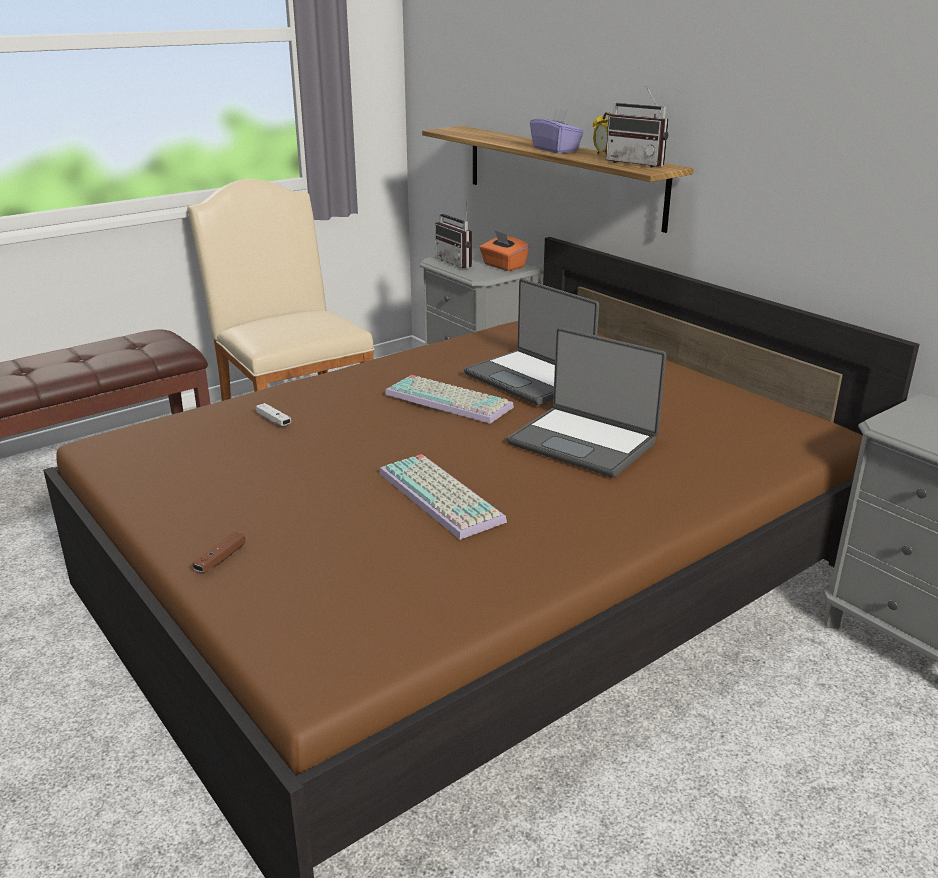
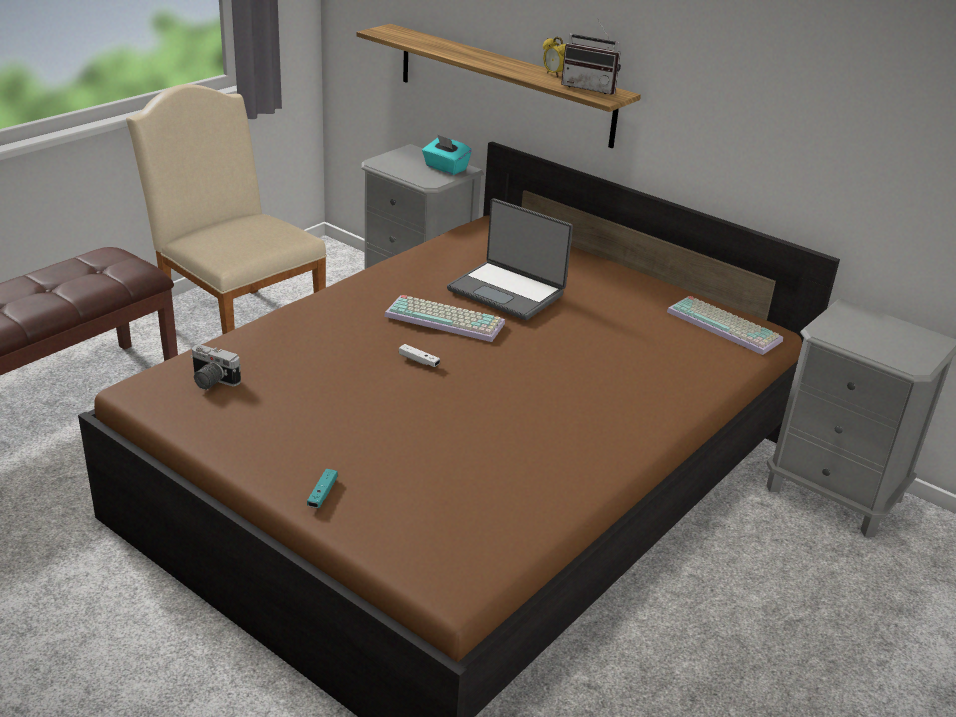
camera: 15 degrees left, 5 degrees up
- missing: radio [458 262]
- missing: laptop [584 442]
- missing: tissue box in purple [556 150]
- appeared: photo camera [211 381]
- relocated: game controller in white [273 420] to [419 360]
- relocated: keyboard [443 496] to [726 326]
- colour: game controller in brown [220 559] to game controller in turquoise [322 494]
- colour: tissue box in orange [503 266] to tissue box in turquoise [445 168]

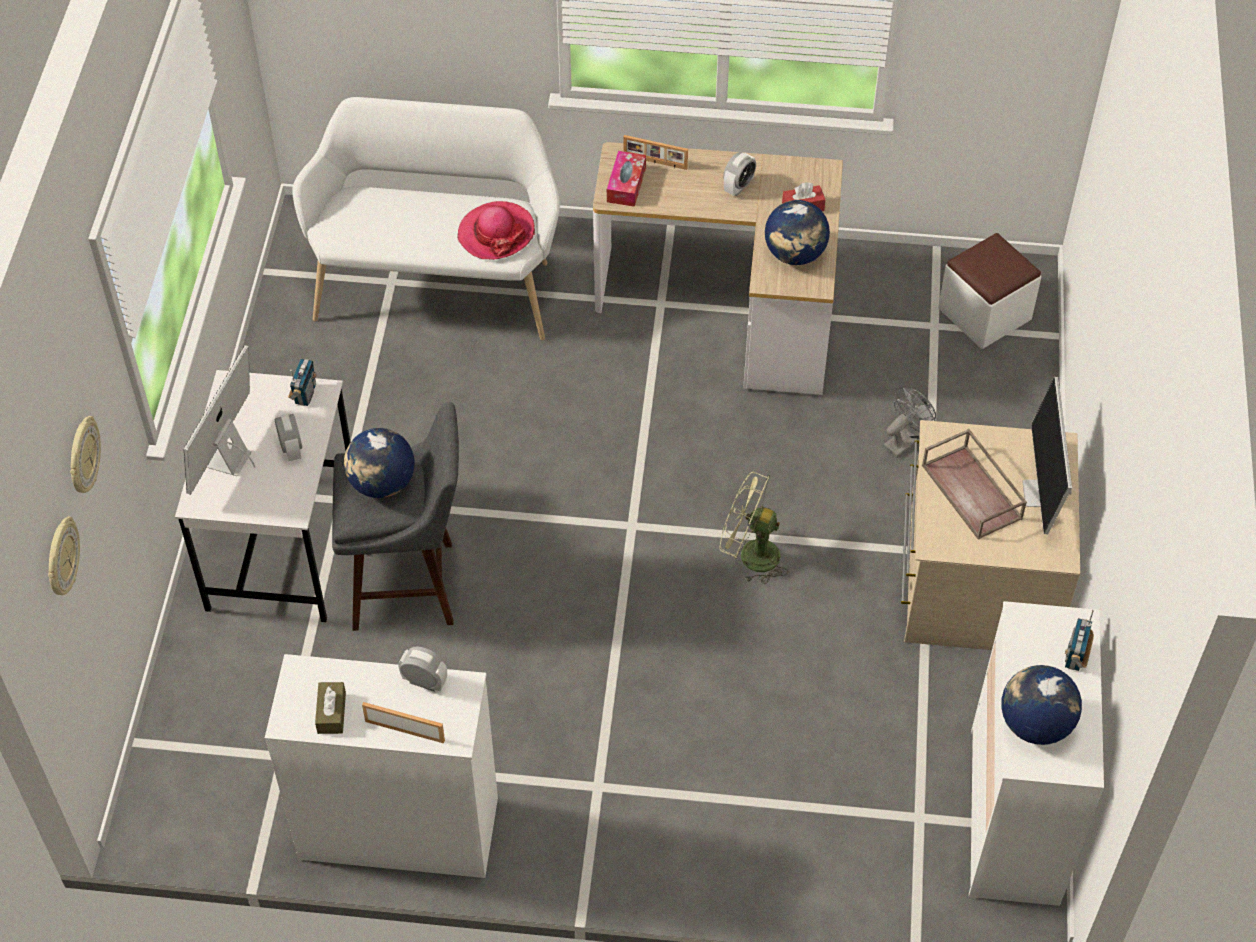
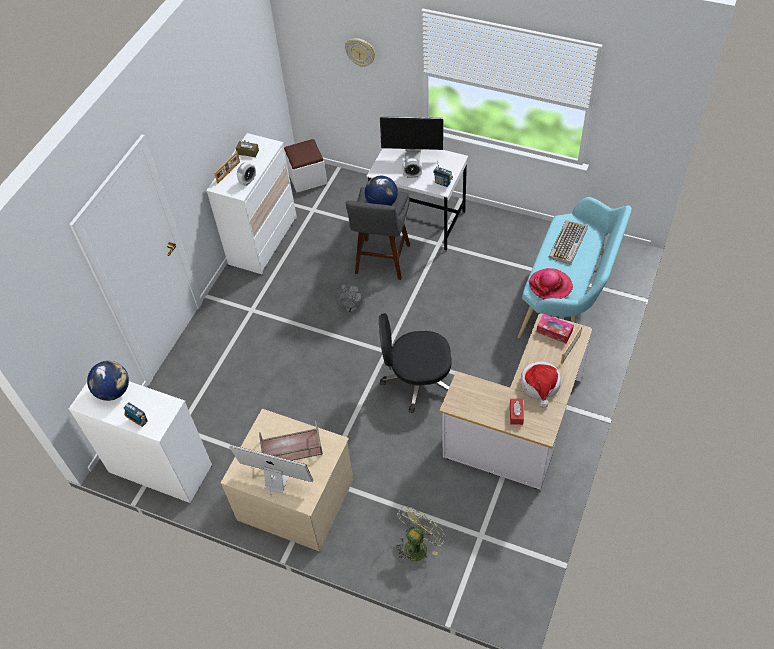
camera: 110 degrees right, 0 degrees up
- missing: wall clock [61 558]
- missing: globe [795 254]
- appeared: office chair in black [417 381]
- appeared: keyboard [568 243]
- relocated: fan in green [750 555] to [418 545]
- relocated: fan in grey [905 440] to [351 308]
- relocated: ottoman in white [984 314] to [307 178]
- exchanged: alarm clock [738 187] to hat [540 385]
- colour: bench in white [438 284] to bench in turquoise [568 299]
- spun: monitor [228 460] = [413 155] 150 degrees clockwise

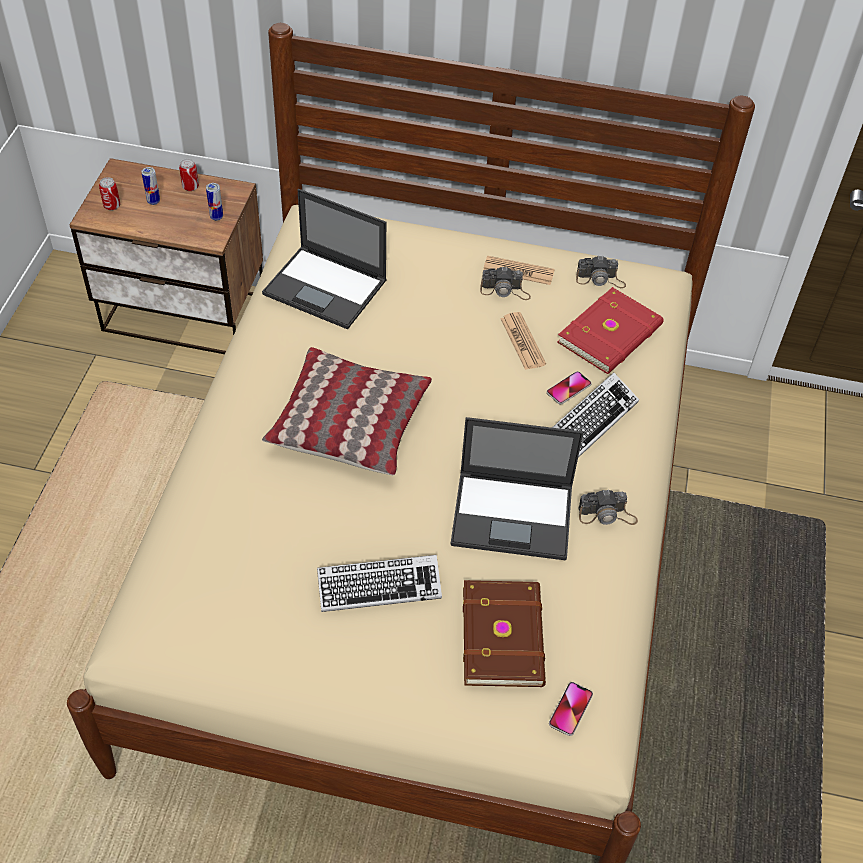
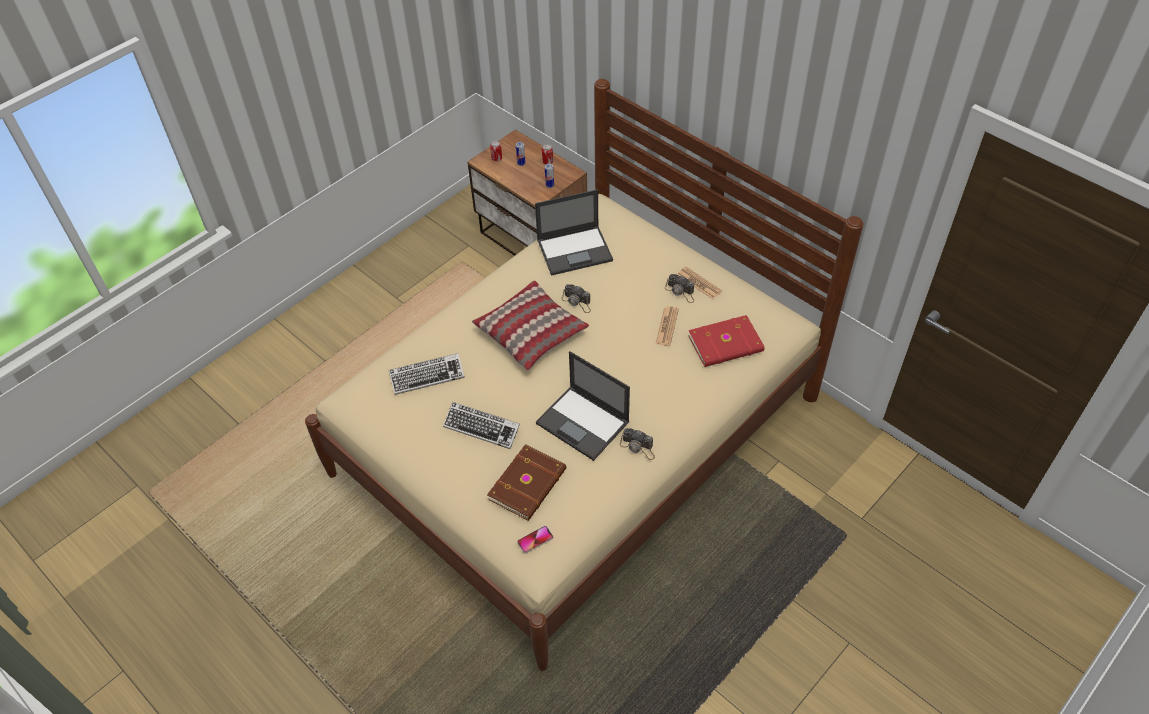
camera: 35 degrees right, 0 degrees up
- missing: phone [568 388]
- relocated: keyboard [591 421] to [427 376]
- relocated: photo camera [600 279] to [577 302]
- spun: laptop [326 288] = [575 250] 75 degrees counterclockwise

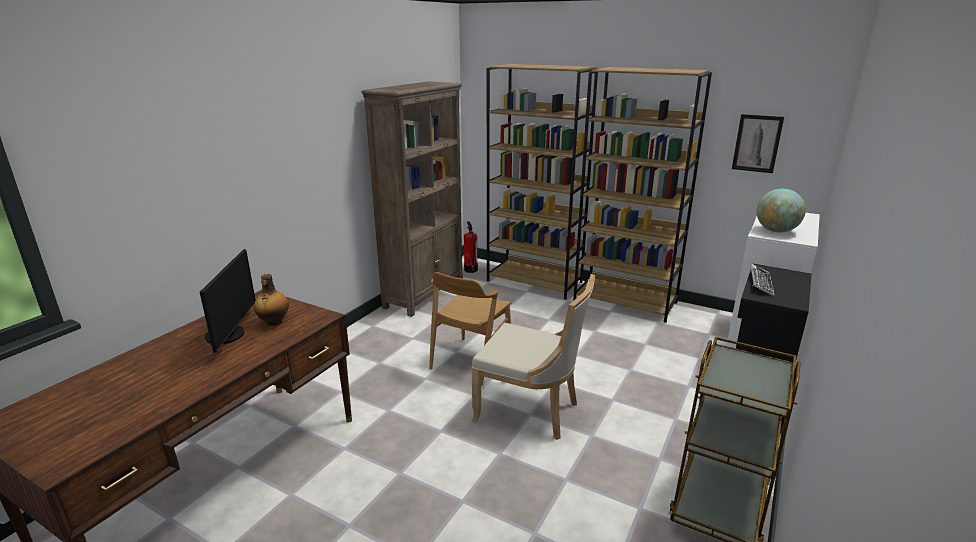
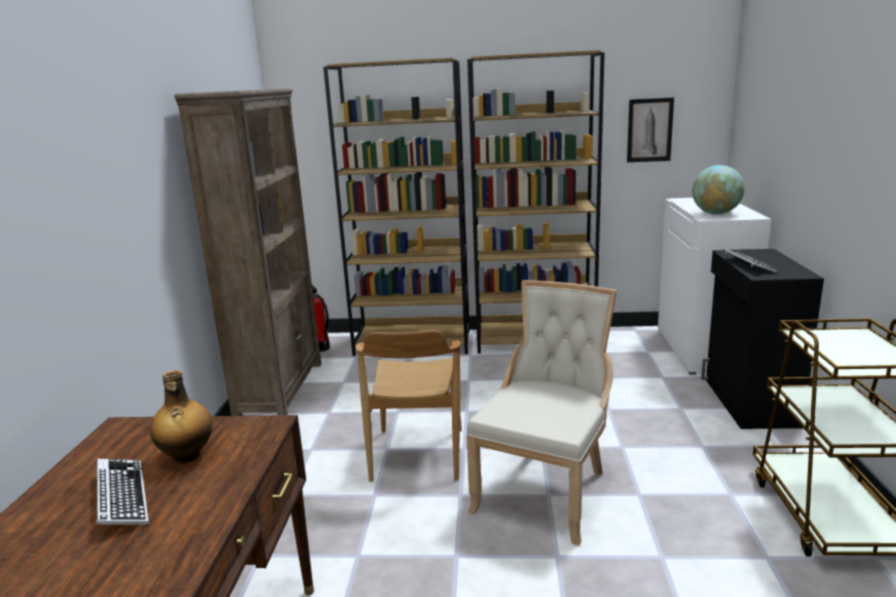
camera: 25 degrees left, 5 degrees down
- exchanged: monitor [229 335] to keyboard [122 498]
- spun: chair in beige [531 411] = [546 490] 60 degrees counterclockwise

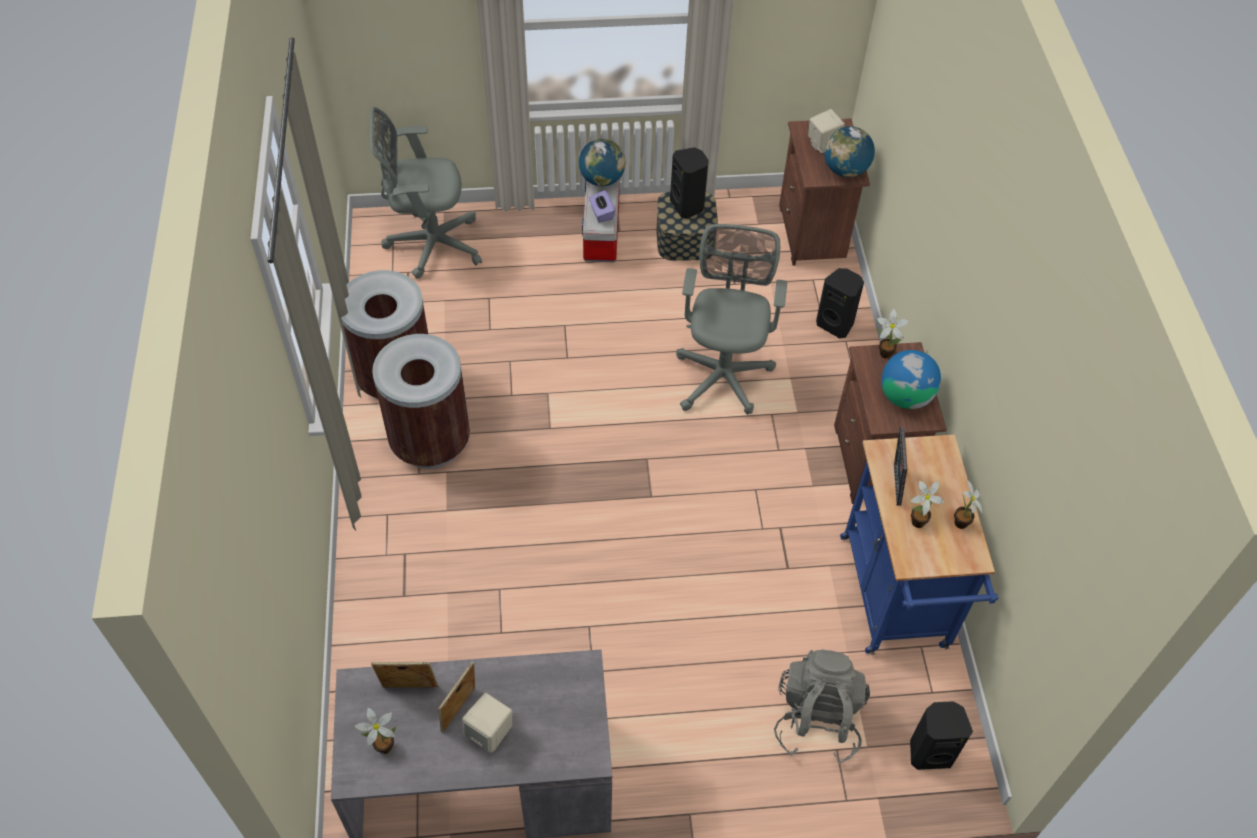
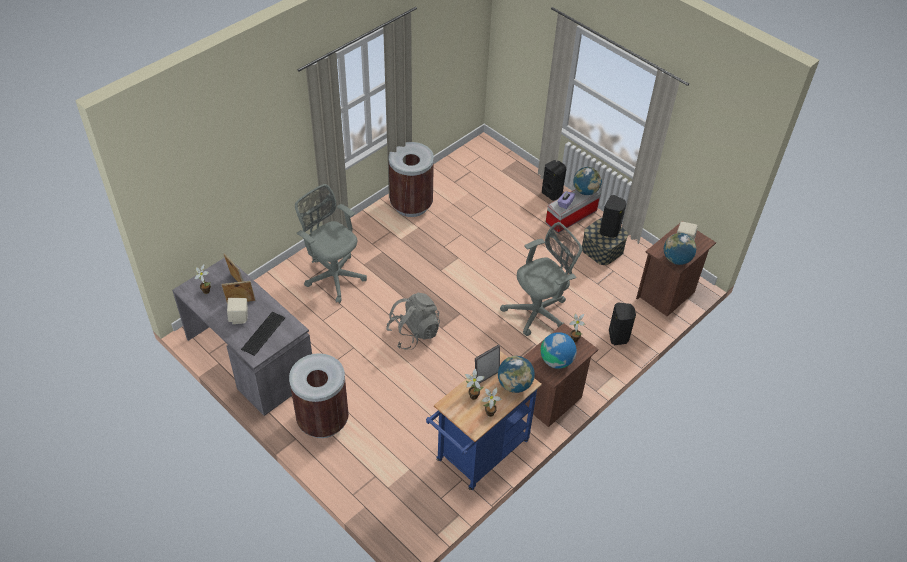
camera: 50 degrees right, 5 degrees down
- appeared: keyboard [262 333]
- appeared: globe [514 384]
- relocated: office chair in grey [430 244] to [333 275]
- relocated: trash can in brown [430 442] to [322 420]
- relocated: backpack in grey [817 719] to [413 333]
- relocated: speaker in black [930 751] to [552 193]

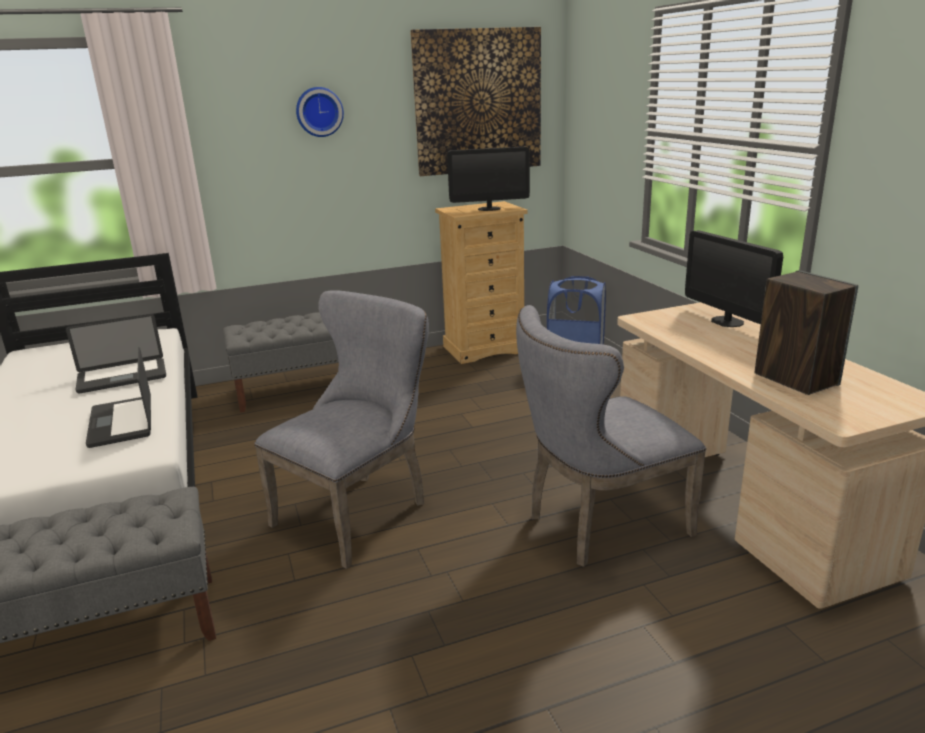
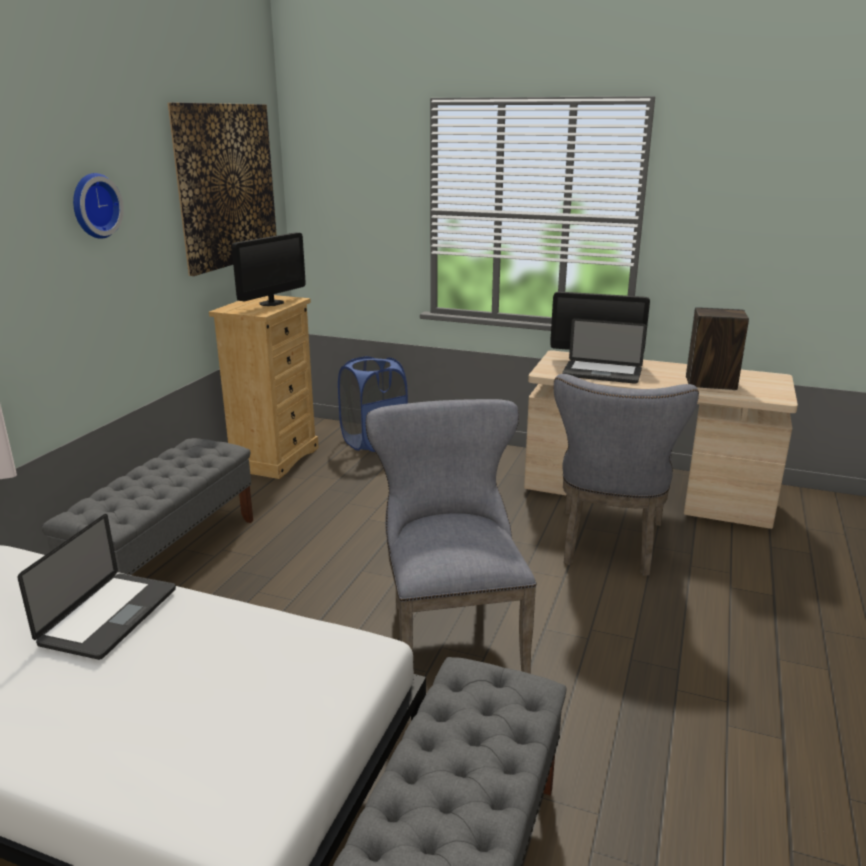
camera: 50 degrees left, 0 degrees up
- relocated: laptop [122 422] to [602 373]

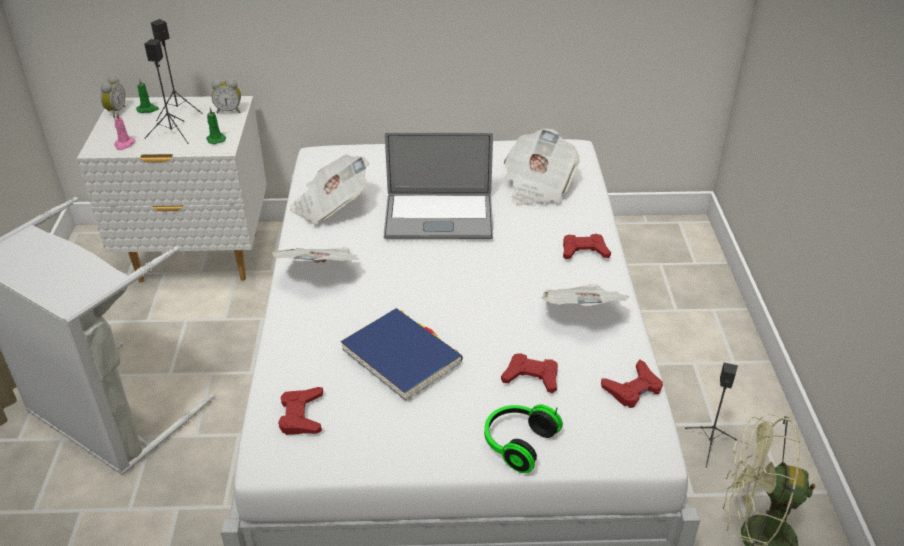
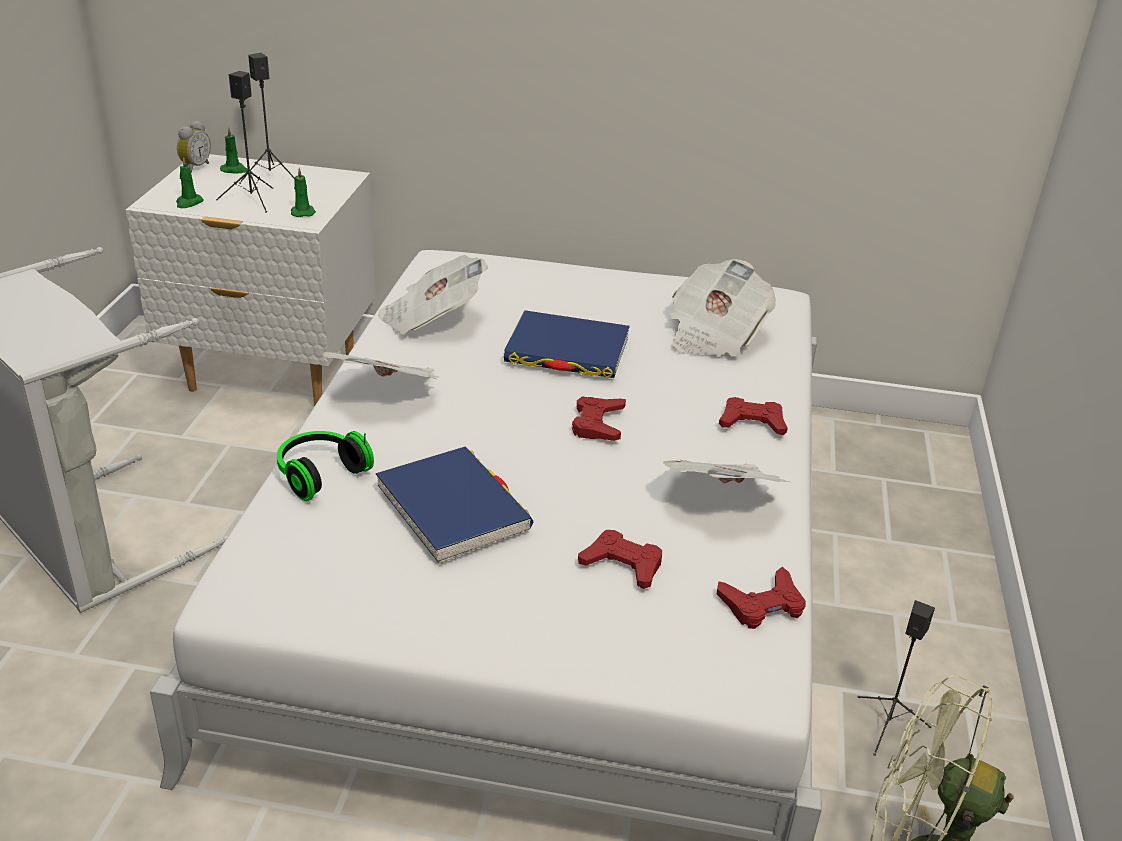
camera: 10 degrees right, 5 degrees down
- missing: alarm clock [229 111]
- relocated: game controller in red [301 415] to [598 424]
- relocated: headphones [517 443] to [319 474]
- exchanged: laptop [438 217] to book in blue [567 351]
- colour: candle in pink [124 144] to candle in green [188 203]

